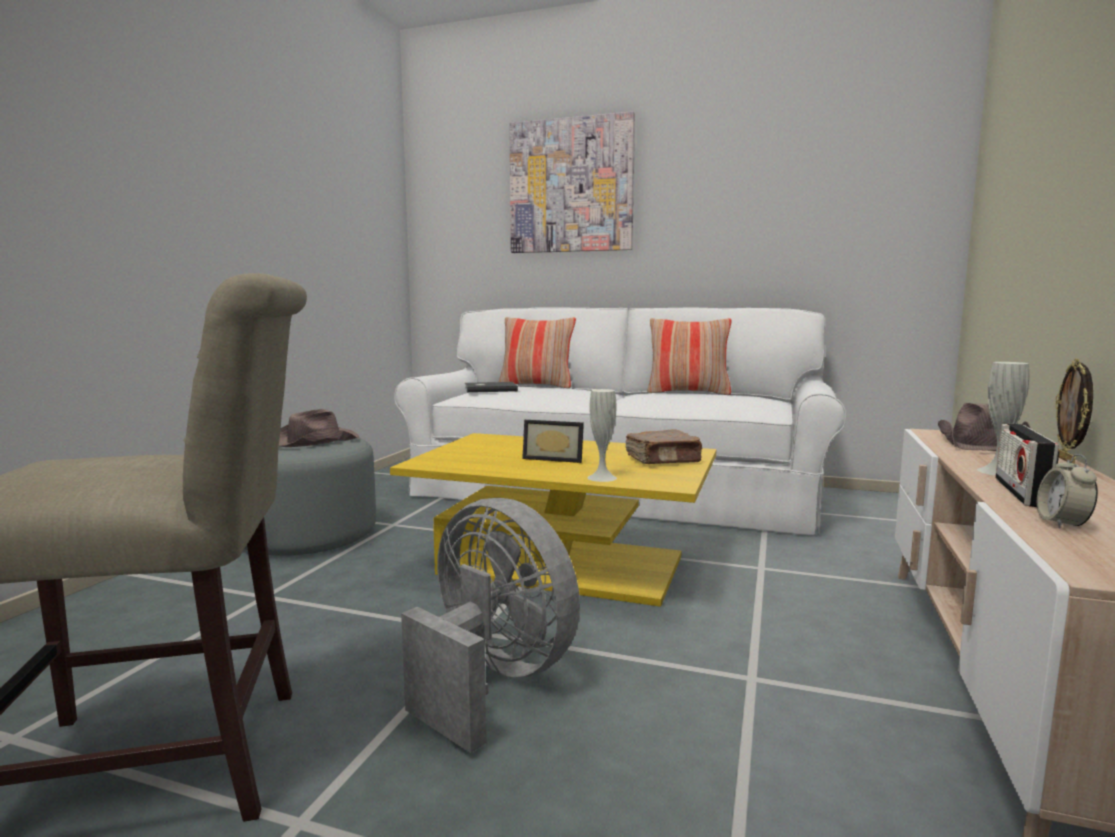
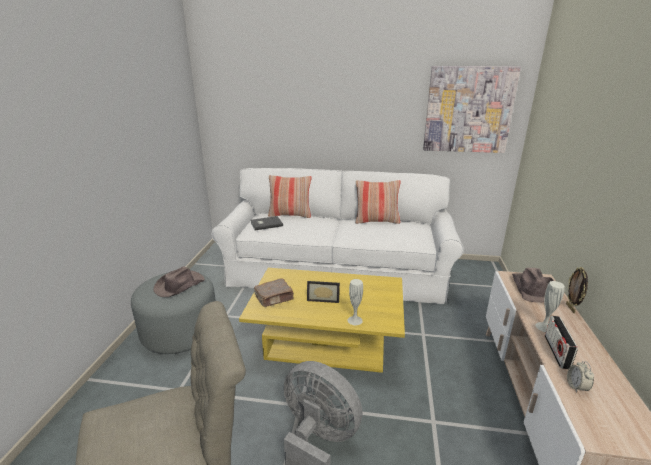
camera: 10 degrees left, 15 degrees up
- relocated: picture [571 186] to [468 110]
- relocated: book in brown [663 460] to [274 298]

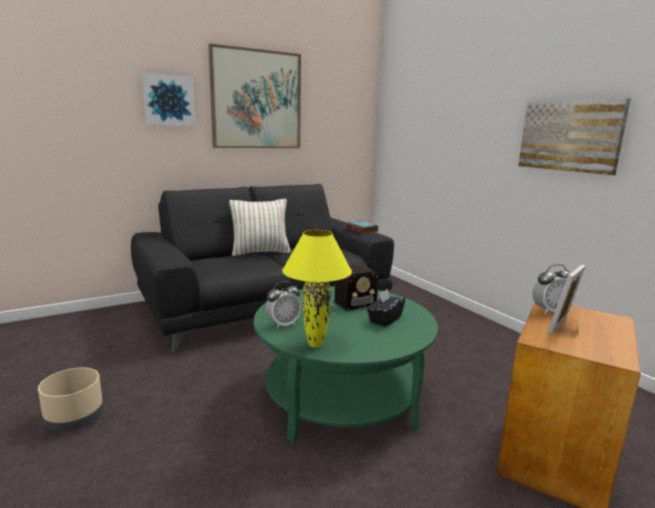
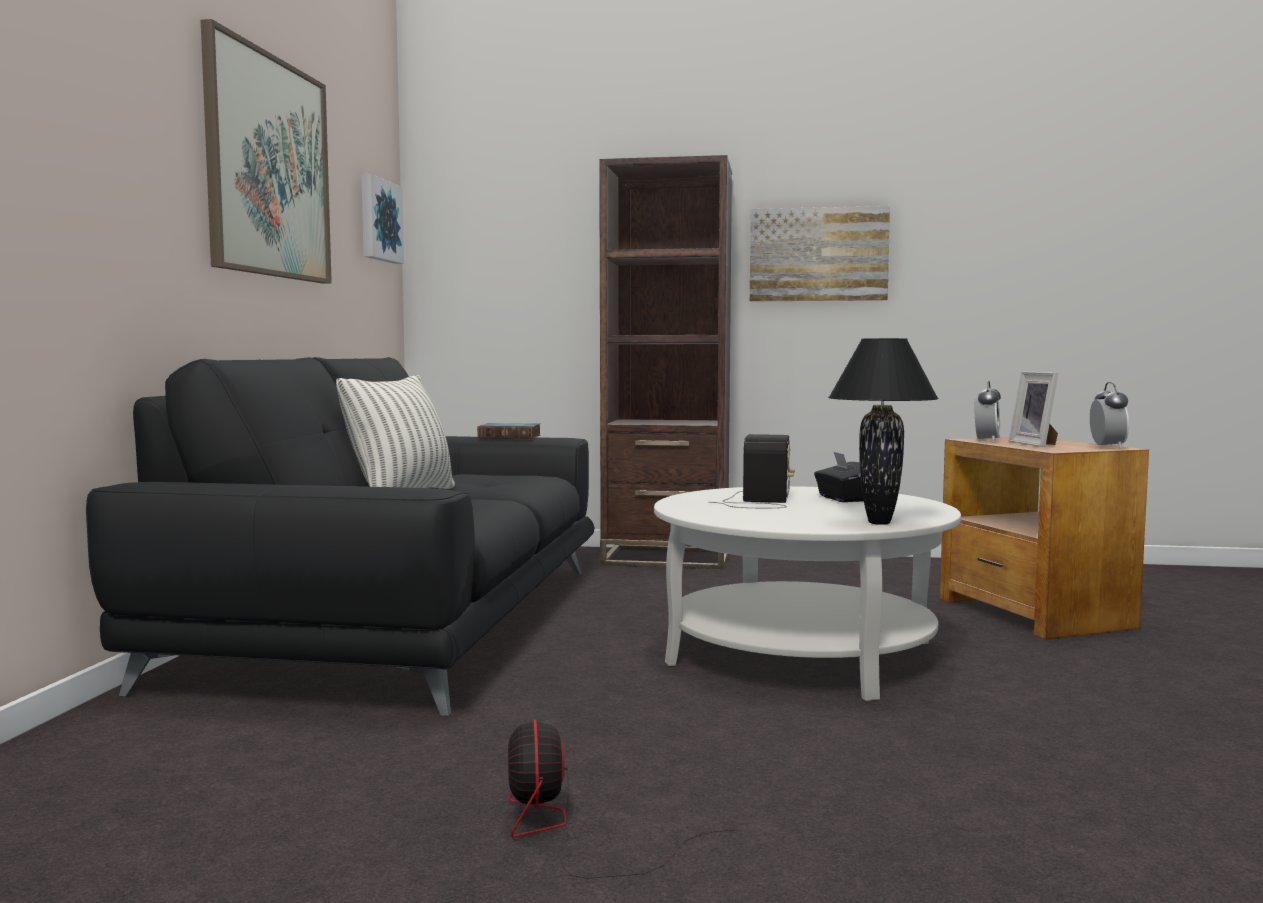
camera: 50 degrees left, 10 degrees down
- appeared: bookcase in brown [666 558]
- relocated: picture [168 100] to [378 220]
- relocated: alarm clock [283 324] to [1107 447]
- exchanged: planter in beige [75 418] to fan [570 832]
- colour: coffee table in green [342 396] to coffee table in white [800 652]
- colour: table lamp in yellow [315 345] to table lamp in black [879 523]

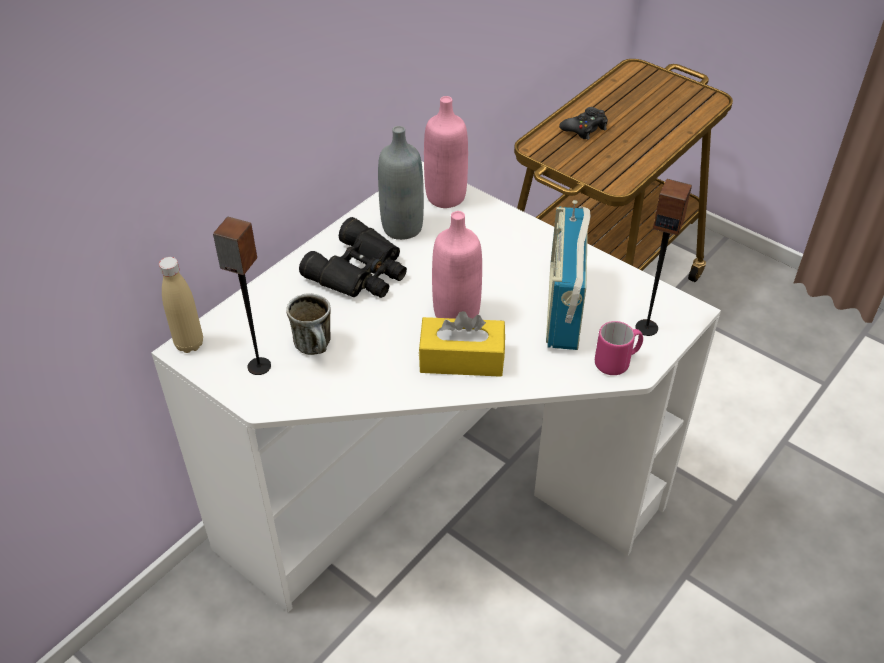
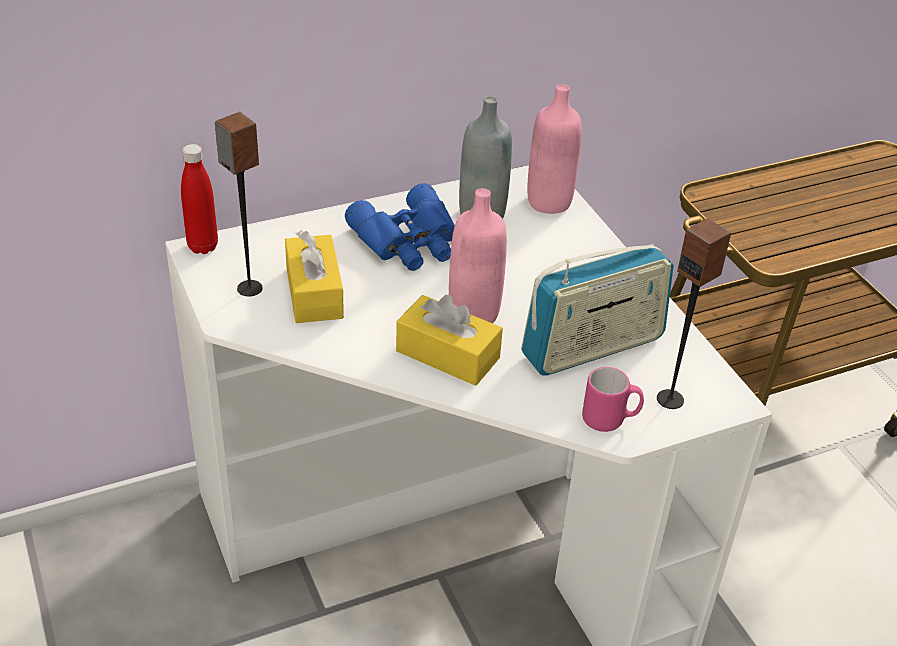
camera: 25 degrees right, 5 degrees down
- missing: game controller in black [585 128]
- exchanged: mug [317 348] to tissue box in yellow [314 293]
- colour: bottle in beige [189 344] to bottle in red [203 246]
- colour: binoculars in black [361 272] to binoculars in blue [409 241]
- spun: radio [564 308] = [593 347] 150 degrees counterclockwise

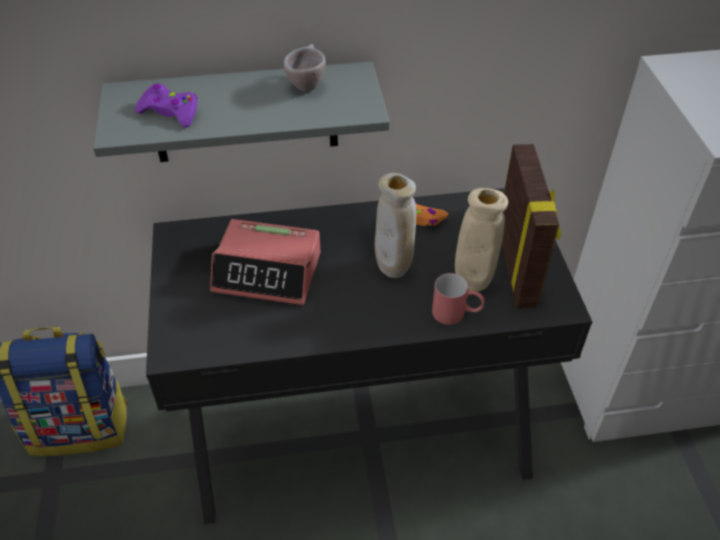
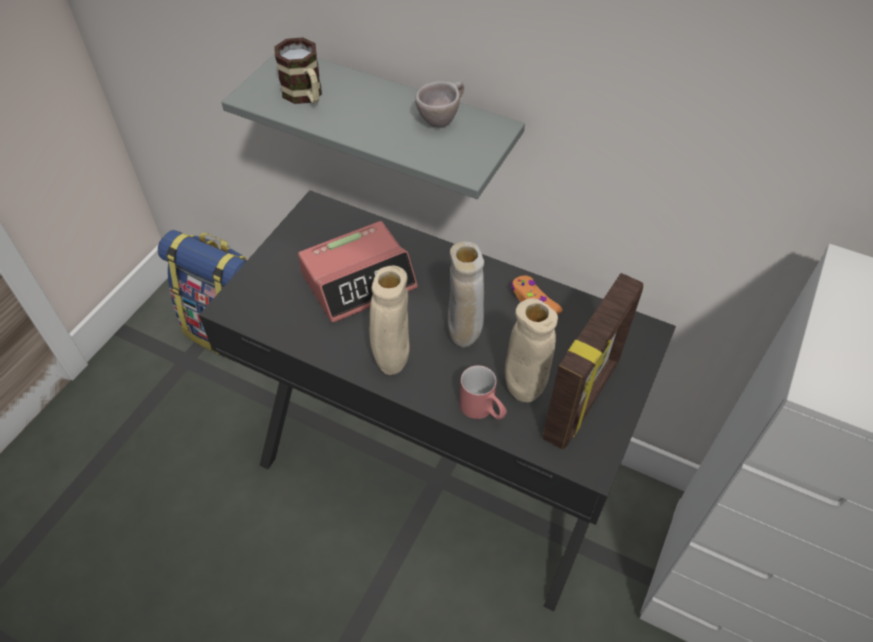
camera: 35 degrees right, 5 degrees up
- appeared: vase in beige [392 363]
- exchanged: game controller in purple [170 112] to mug [305 96]
- spun: alarm clock [268 272] = [359 280] 75 degrees counterclockwise

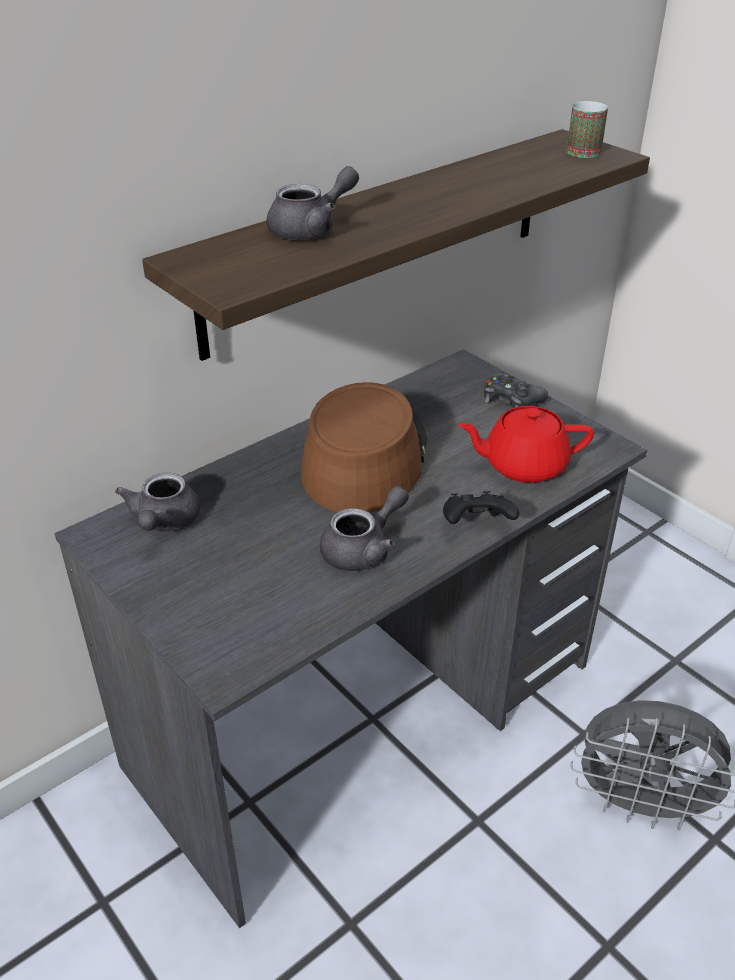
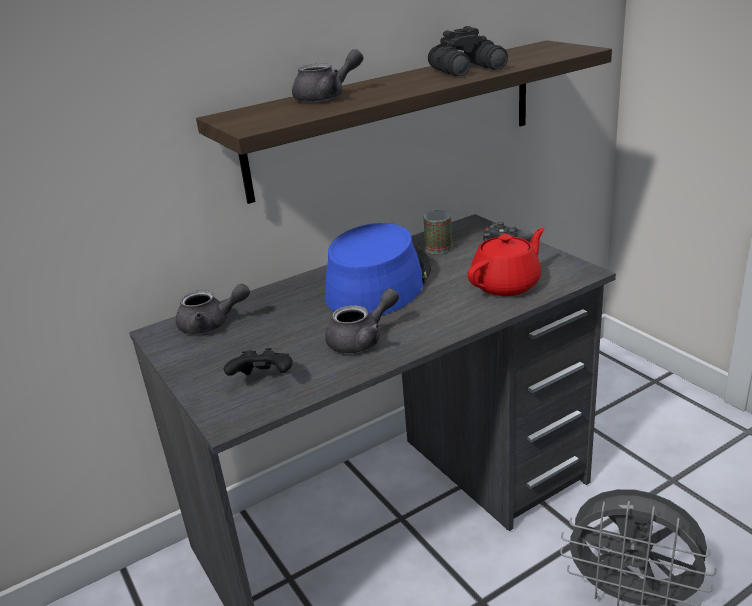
camera: 10 degrees right, 10 degrees down
- appeared: binoculars in black [469 69]
- relocated: game controller in black [476 525] to [264 380]
- relocated: mug [581 149] to [438 245]
- colour: hat in brown [364 457] to hat in blue [378 282]
- spun: teapot in grey [163 523] = [211 324] 105 degrees counterclockwise
- spun: teapot in red [523 465] = [507 285] 135 degrees clockwise

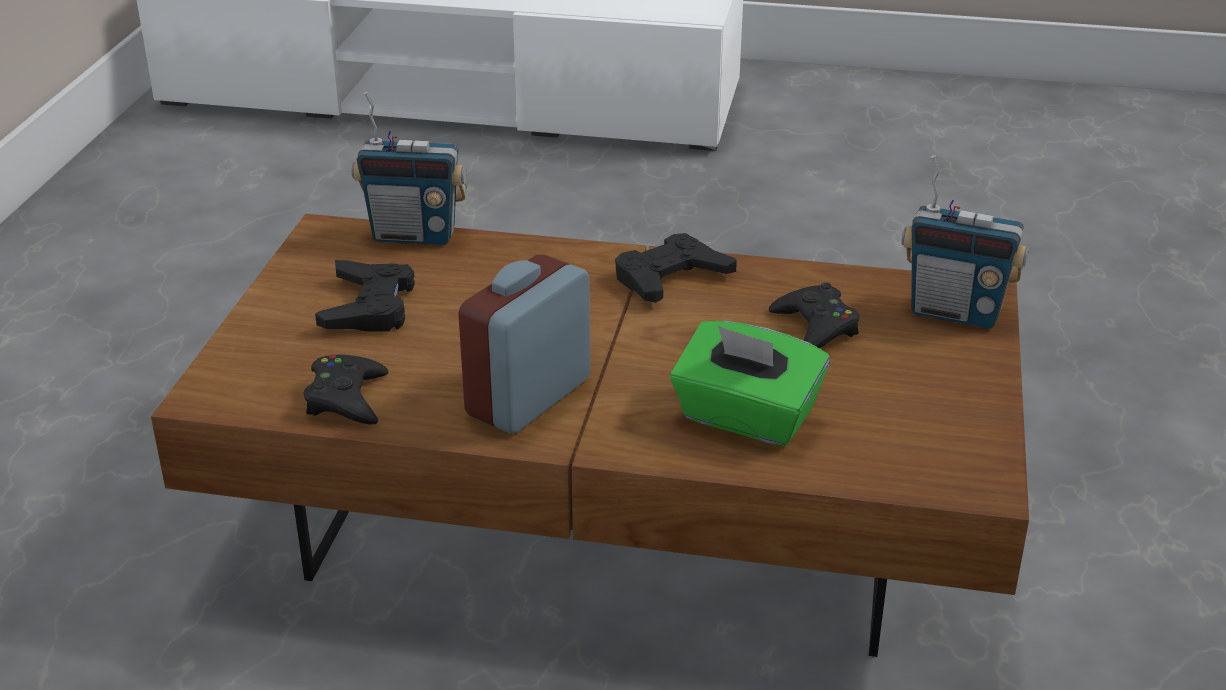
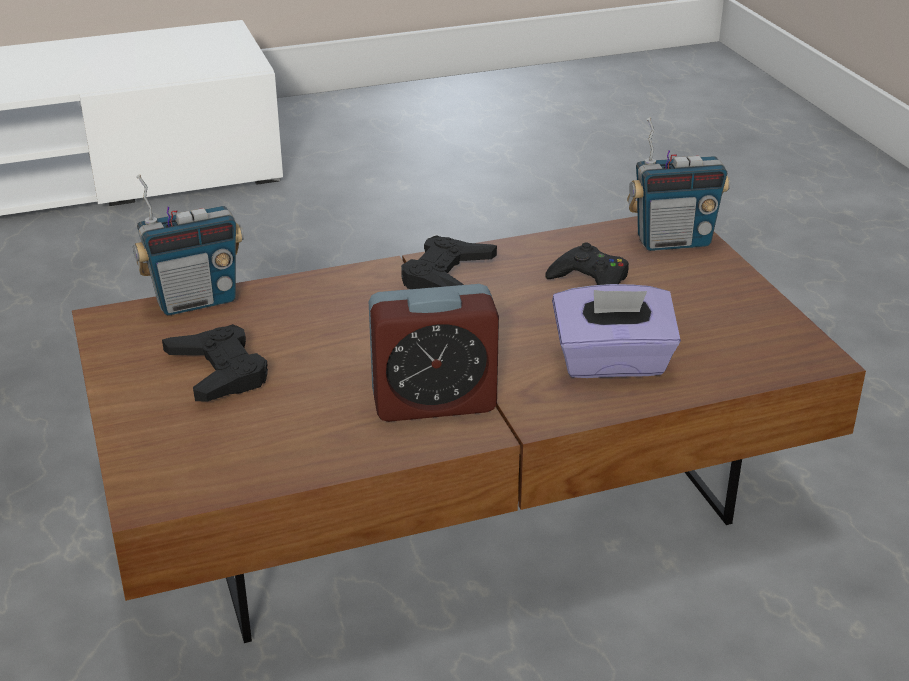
camera: 30 degrees left, 0 degrees up
- missing: game controller in black [347 398]
- colour: tissue box in green [746 418] to tissue box in purple [612 363]
- spun: alarm clock [528 397] = [434 402] 105 degrees counterclockwise

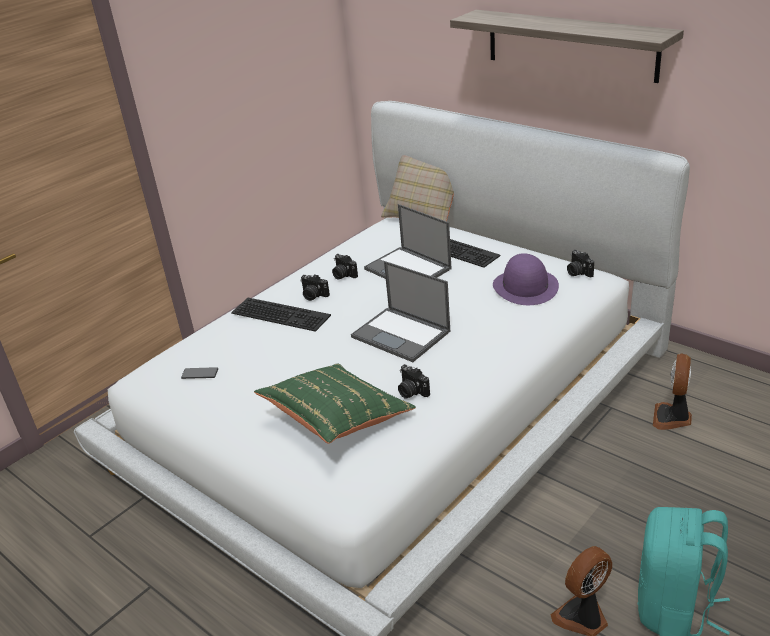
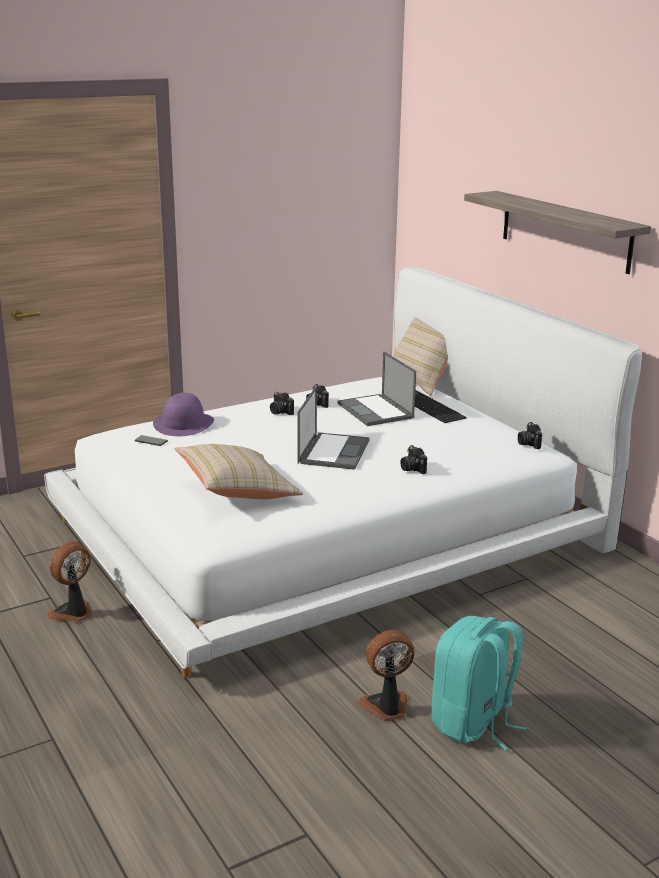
camera: 15 degrees right, 10 degrees down
- missing: keyboard [282 313]
- relocated: photo camera [411 391] to [412 468]
- relocated: hat in purple [525 287] to [183 424]
- relocated: fan [672 418] to [73 613]
- colour: pillow in green [337 419] to pillow in beige [237 491]
- spun: laptop [402 334] = [333 451] 135 degrees counterclockwise

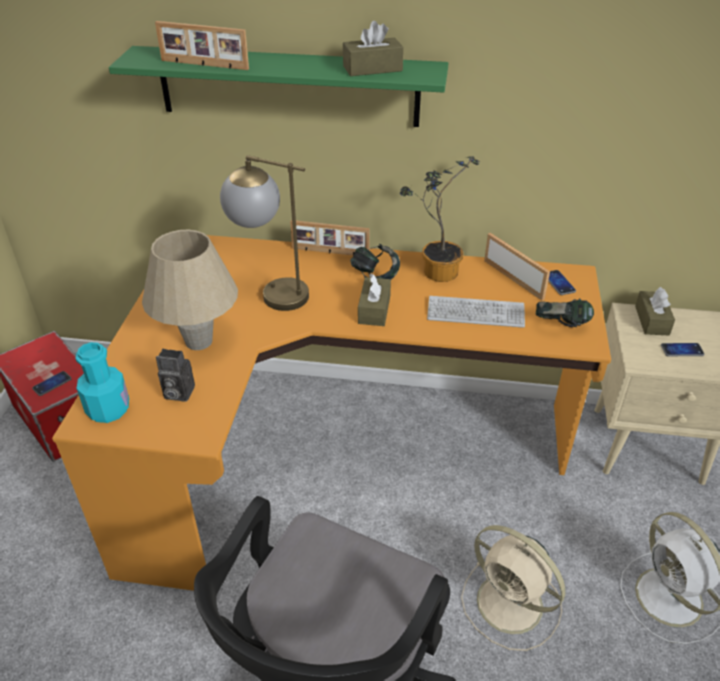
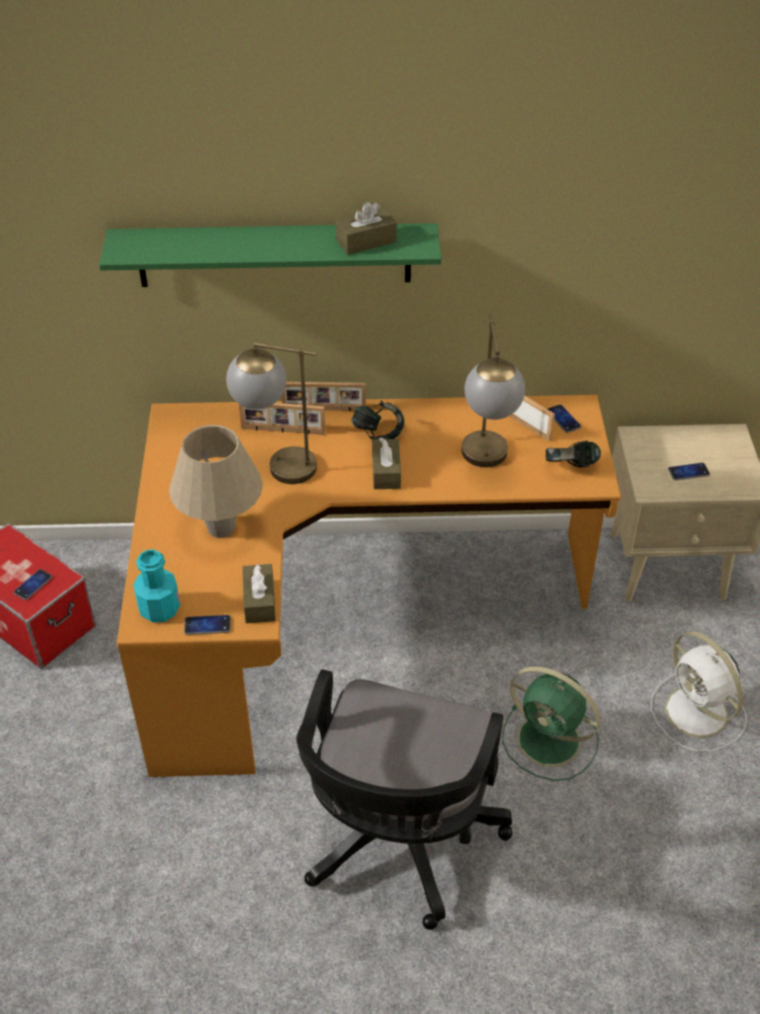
camera: 10 degrees left, 5 degrees up
- missing: photo camera [177 393]
- missing: potted plant [435 270]
- appeared: phone [207 625]
- relocated: picture frame [204 65] to [283 431]
- relocated: tissue box in brown [651 320] to [259 601]
- exchanged: keyboard [475 313] to table lamp [486 463]
- colour: fan in beige [512 605] to fan in green [551 741]

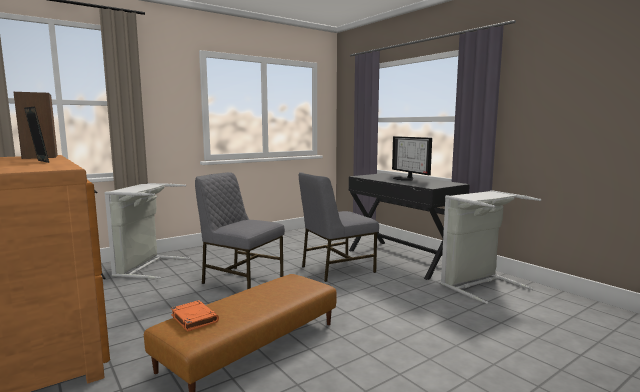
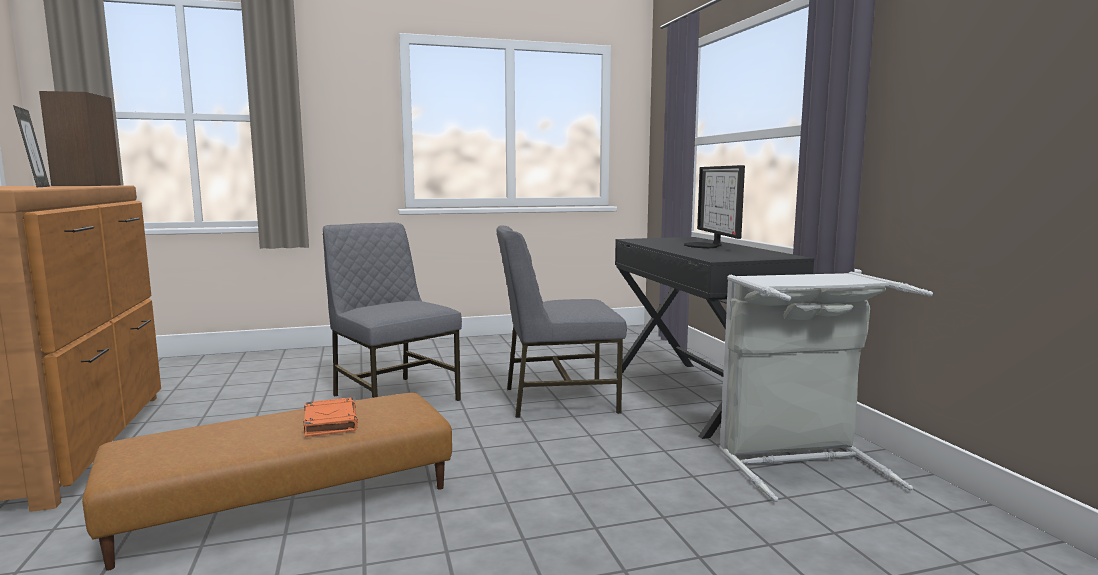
camera: 20 degrees right, 0 degrees up
- missing: laundry basket in grey [146 267]
- relocated: book in orange [193 318] to [330 422]

